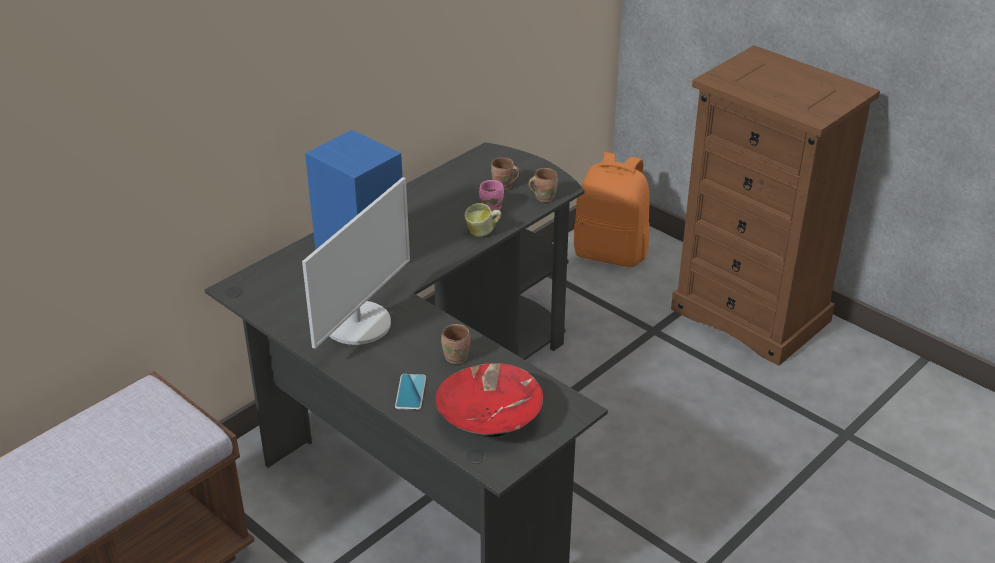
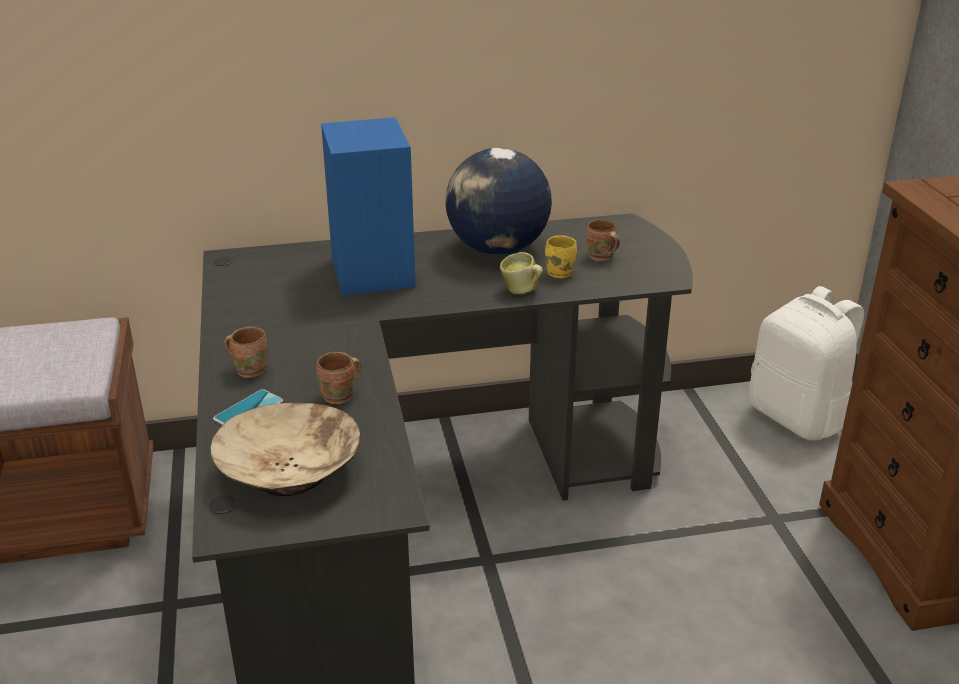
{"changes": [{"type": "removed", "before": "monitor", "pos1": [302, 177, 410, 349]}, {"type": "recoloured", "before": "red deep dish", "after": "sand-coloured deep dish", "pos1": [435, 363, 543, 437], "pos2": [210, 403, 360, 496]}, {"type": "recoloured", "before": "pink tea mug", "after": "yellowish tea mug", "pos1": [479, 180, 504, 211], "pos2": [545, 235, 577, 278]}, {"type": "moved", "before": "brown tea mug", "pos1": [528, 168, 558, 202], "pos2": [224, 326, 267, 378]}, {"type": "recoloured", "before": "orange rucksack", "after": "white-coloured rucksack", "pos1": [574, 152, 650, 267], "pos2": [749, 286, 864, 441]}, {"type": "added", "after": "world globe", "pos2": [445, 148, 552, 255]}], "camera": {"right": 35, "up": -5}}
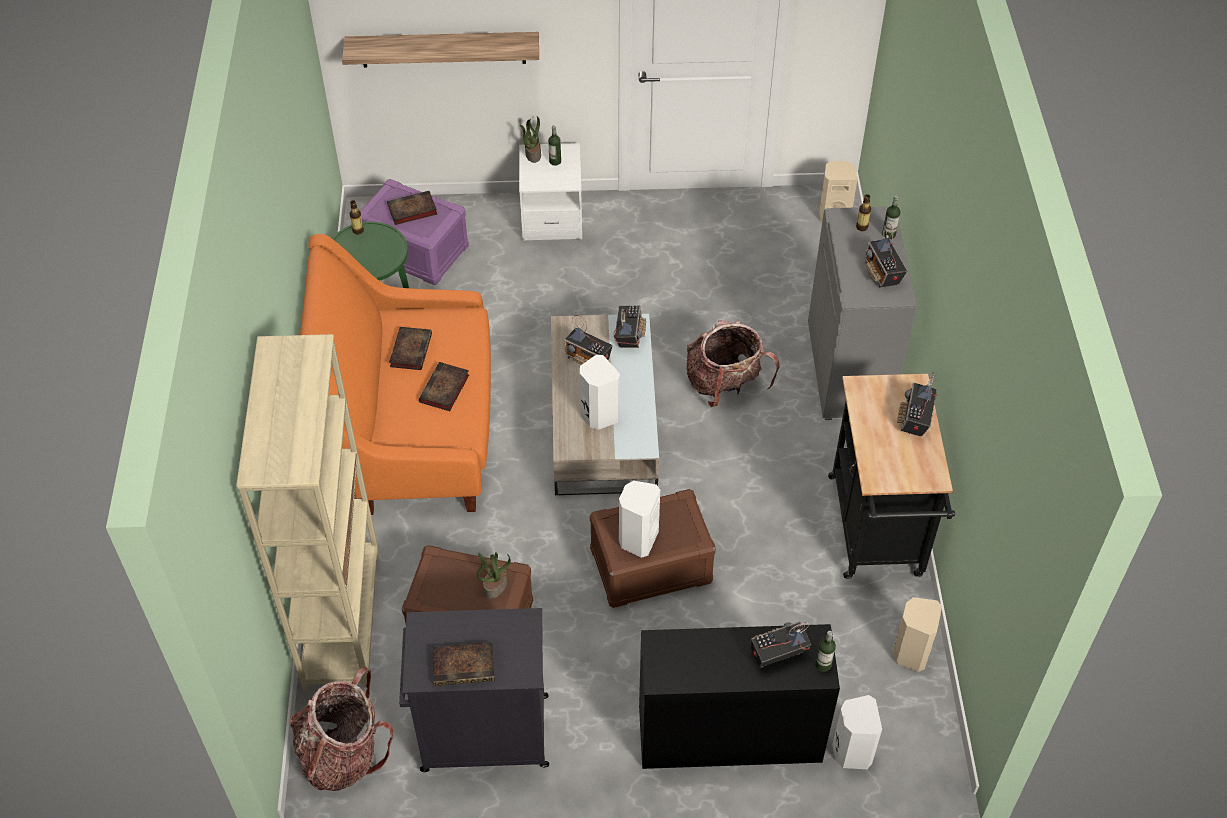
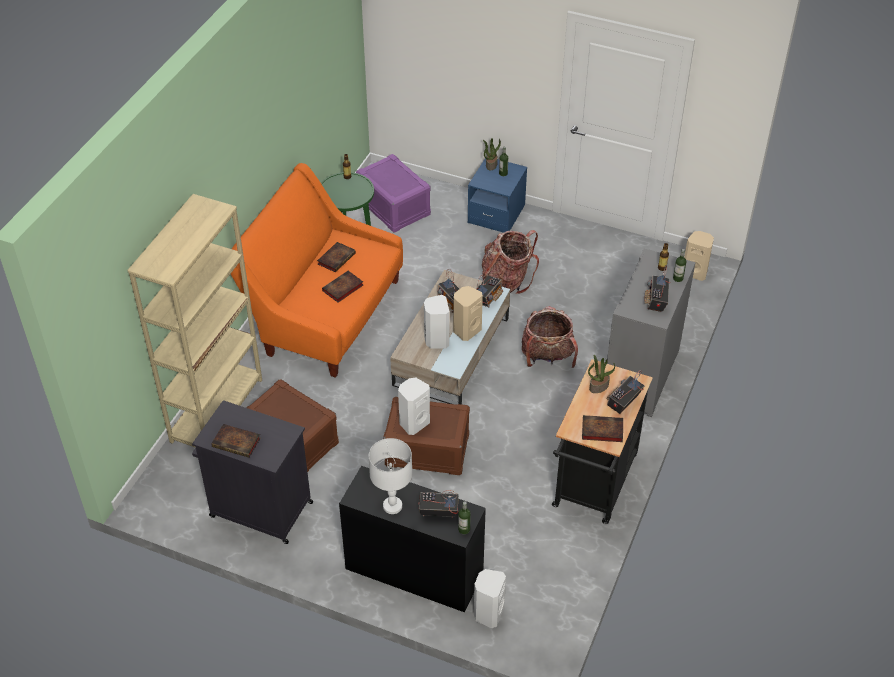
{"changes": [{"type": "moved", "before": "rucksack", "pos1": [290, 667, 393, 791], "pos2": [482, 230, 539, 294]}, {"type": "removed", "before": "wall shelf", "pos1": [342, 32, 539, 68]}, {"type": "moved", "before": "book", "pos1": [387, 191, 437, 225], "pos2": [582, 415, 623, 442]}, {"type": "moved", "before": "plant in a pot", "pos1": [477, 552, 511, 599], "pos2": [588, 355, 615, 393]}, {"type": "recoloured", "before": "white-coloured bedside table", "after": "blue-coloured bedside table", "pos1": [519, 143, 582, 241], "pos2": [468, 156, 527, 233]}, {"type": "moved", "before": "sand-coloured loudspeaker", "pos1": [892, 597, 942, 672], "pos2": [453, 286, 483, 341]}, {"type": "added", "after": "white-coloured table lamp", "pos2": [369, 438, 412, 514]}], "camera": {"right": 25, "up": -5}}
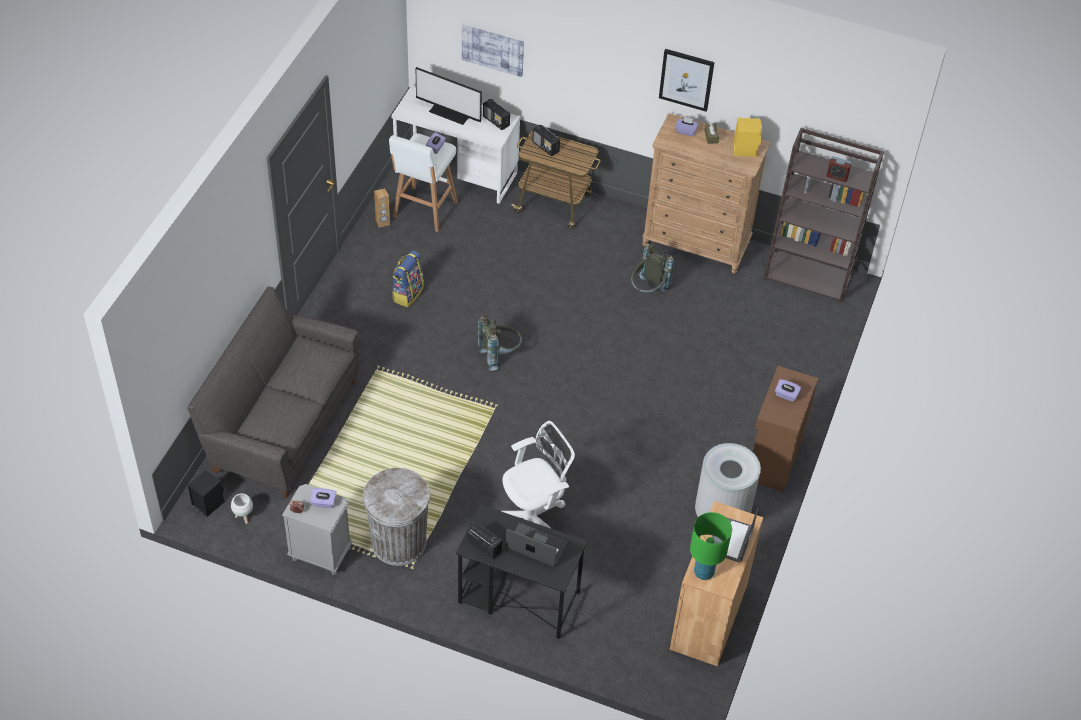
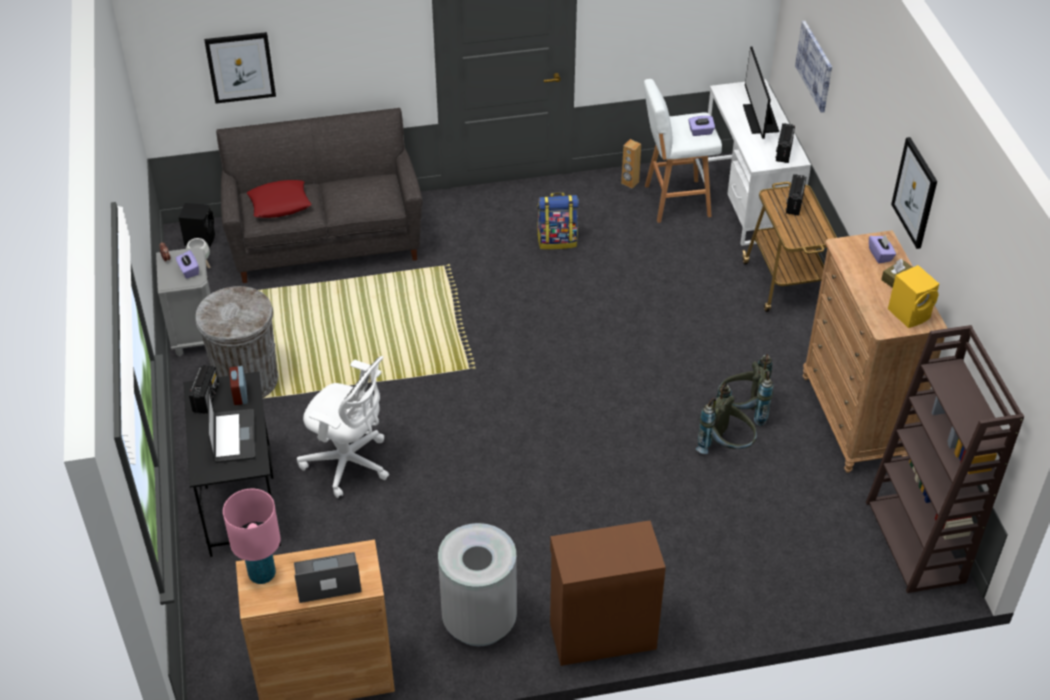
{"changes": [{"type": "moved", "before": "greyish rucksack", "pos1": [478, 315, 522, 371], "pos2": [696, 383, 757, 454]}, {"type": "recoloured", "before": "green table lamp", "after": "pink table lamp", "pos1": [690, 512, 732, 580], "pos2": [223, 489, 280, 584]}, {"type": "removed", "before": "purple box of tissues", "pos1": [775, 379, 801, 402]}, {"type": "moved", "before": "alarm clock", "pos1": [826, 156, 852, 182], "pos2": [229, 366, 248, 405]}, {"type": "added", "after": "wall picture", "pos2": [204, 32, 276, 104]}, {"type": "added", "after": "red throw pillow", "pos2": [247, 180, 312, 218]}], "camera": {"right": 60, "up": -5}}
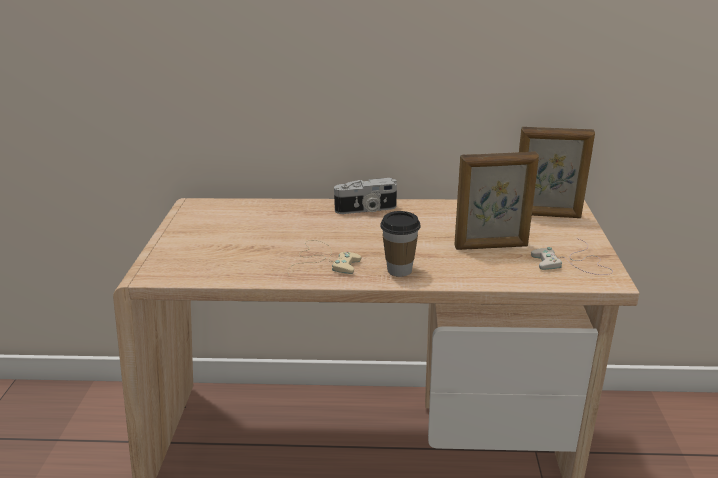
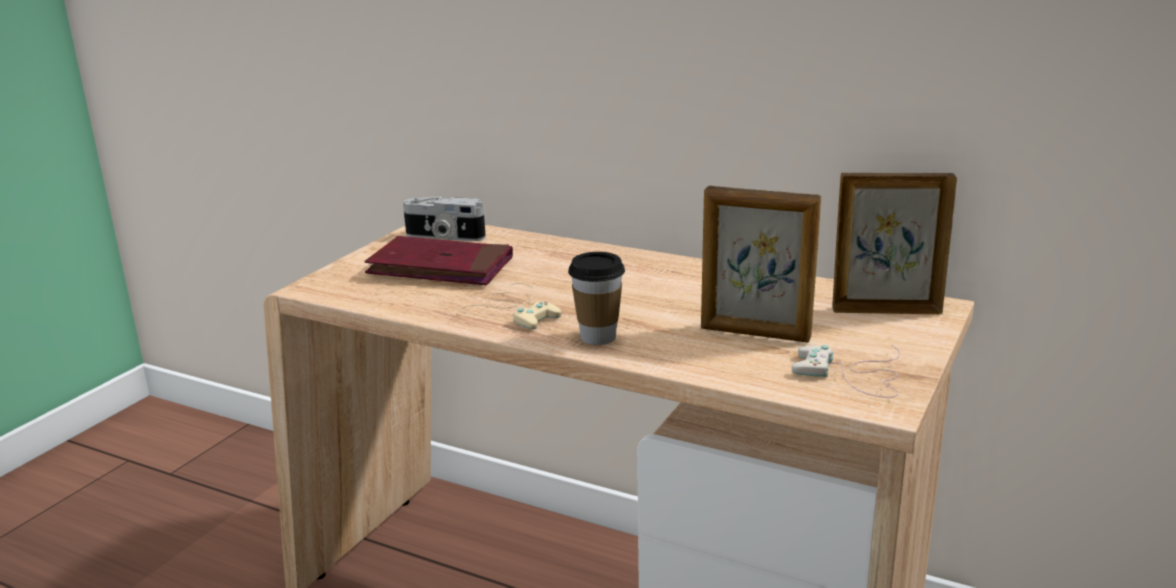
{"changes": [{"type": "moved", "before": "still camera", "pos1": [334, 178, 397, 214], "pos2": [403, 196, 486, 241]}, {"type": "turned", "before": "standing frame", "pos1": [519, 127, 595, 218], "pos2": [832, 173, 957, 314], "turn": 150}, {"type": "added", "after": "red book", "pos2": [364, 236, 513, 285]}], "camera": {"right": 25, "up": -5}}
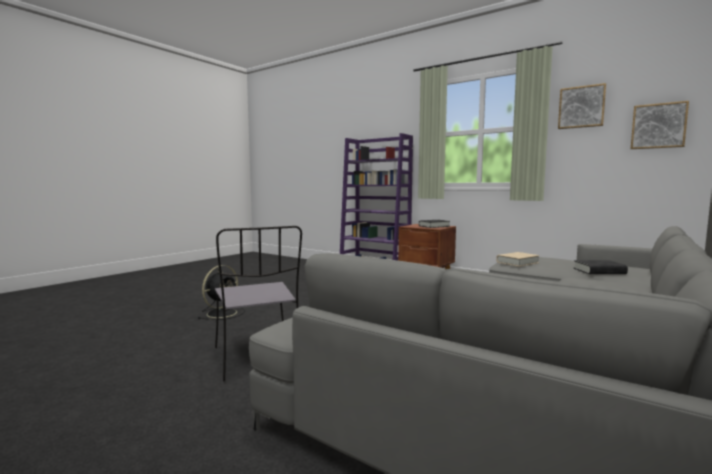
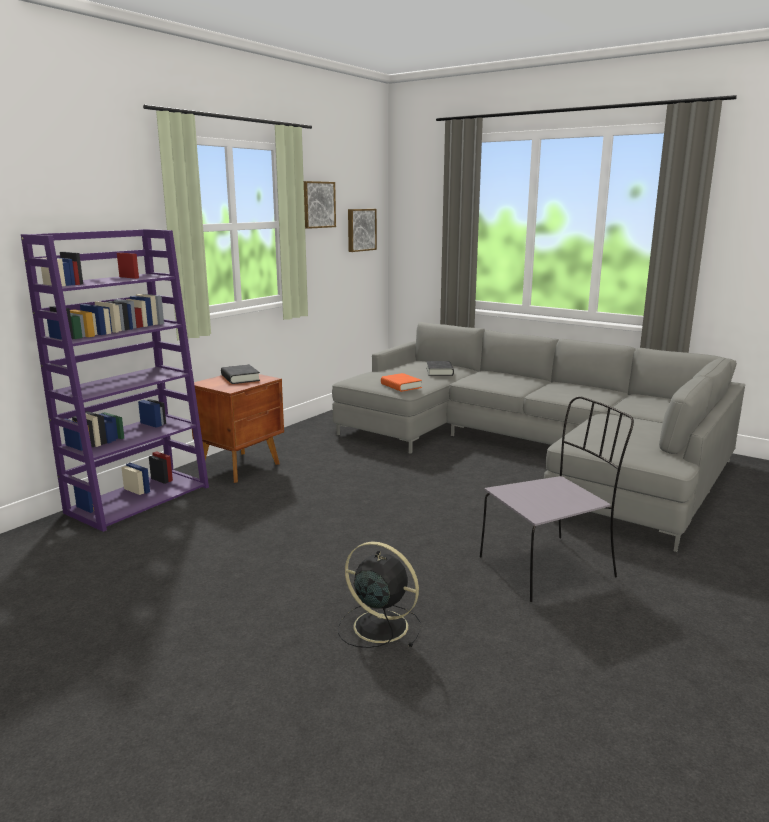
{"changes": [{"type": "recoloured", "before": "sand-coloured book", "after": "orange book", "pos1": [496, 252, 539, 267], "pos2": [381, 373, 422, 392]}], "camera": {"right": -90, "up": 10}}
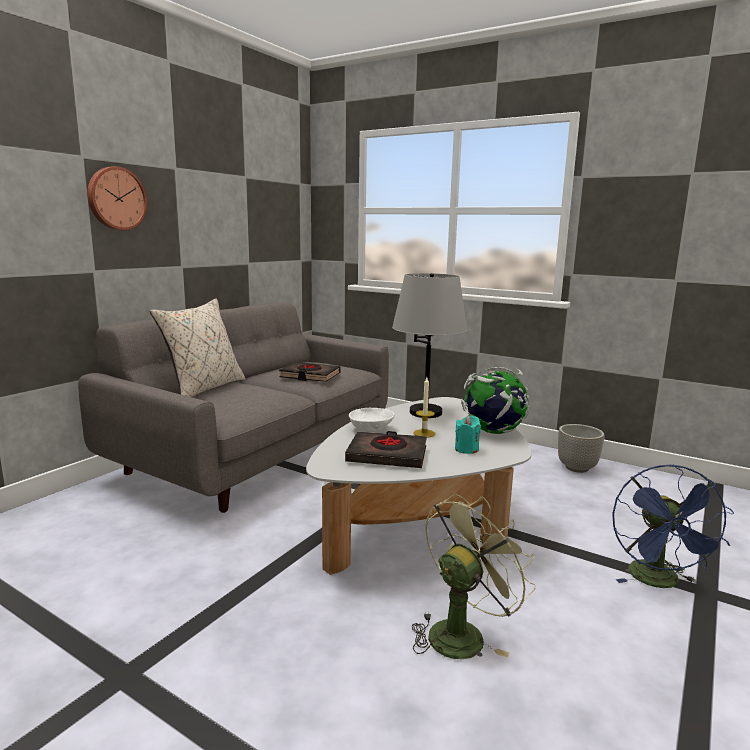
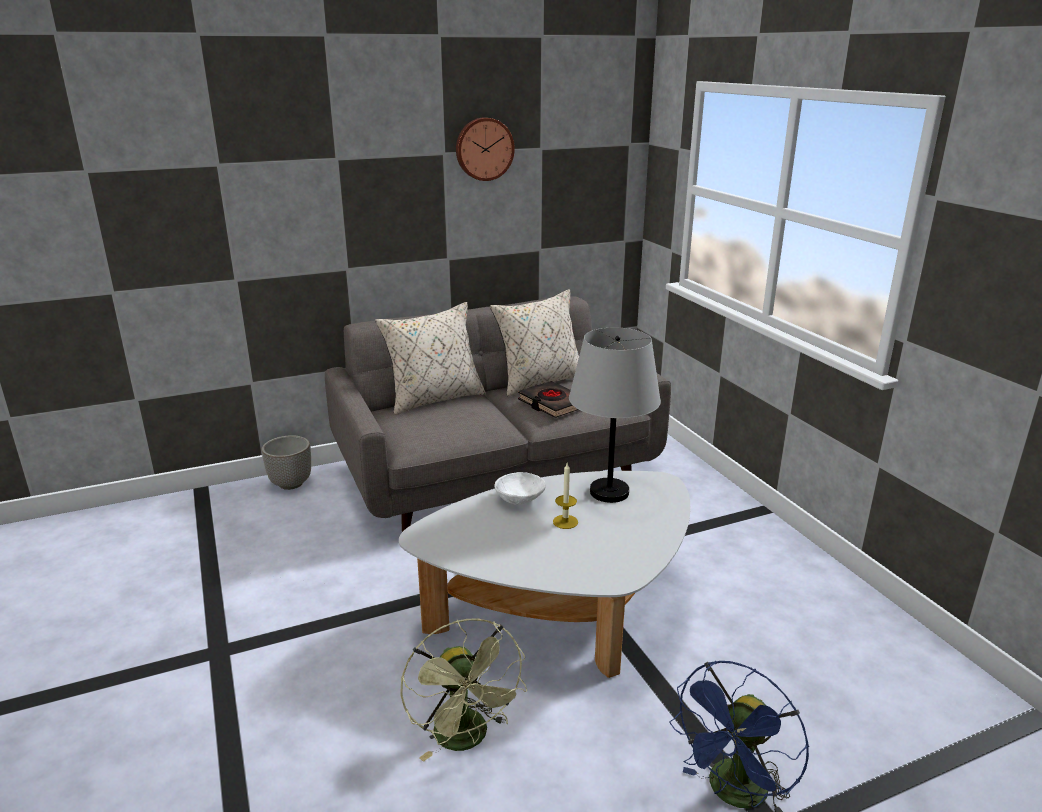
{"changes": [{"type": "moved", "before": "clock on the wall", "pos1": [87, 166, 148, 230], "pos2": [456, 117, 515, 181]}, {"type": "removed", "before": "blackish book", "pos1": [345, 431, 427, 468]}, {"type": "turned", "before": "green electric fan", "pos1": [412, 494, 536, 659], "pos2": [400, 619, 527, 762], "turn": 75}, {"type": "removed", "before": "turquoise wax light", "pos1": [455, 416, 481, 454]}, {"type": "removed", "before": "world globe", "pos1": [461, 367, 529, 434]}, {"type": "moved", "before": "plant pot", "pos1": [558, 424, 604, 473], "pos2": [262, 435, 311, 490]}, {"type": "added", "after": "sand-coloured throw pillow", "pos2": [490, 289, 579, 396]}], "camera": {"right": 35, "up": 10}}
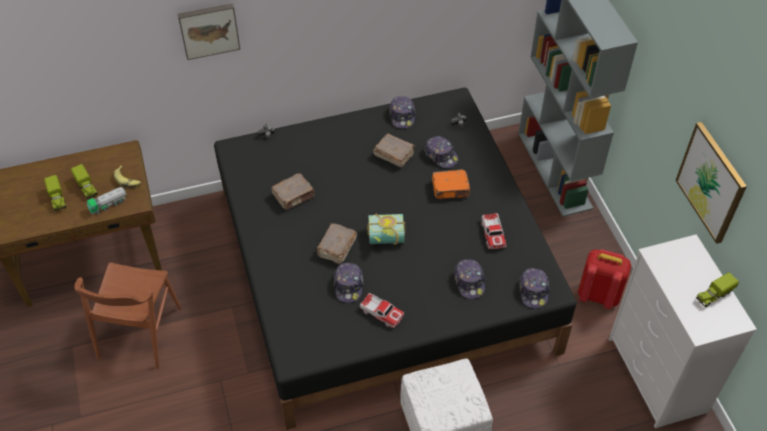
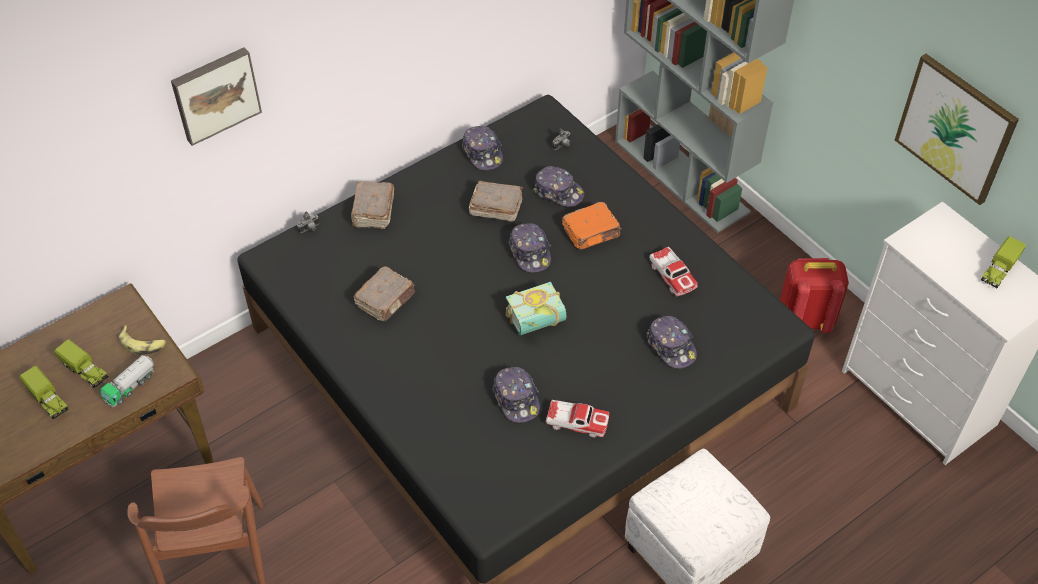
{"changes": [{"type": "moved", "before": "brown book", "pos1": [317, 223, 357, 264], "pos2": [351, 181, 394, 229]}, {"type": "moved", "before": "baseball cap", "pos1": [519, 268, 550, 308], "pos2": [509, 223, 551, 273]}], "camera": {"right": -20, "up": 0}}
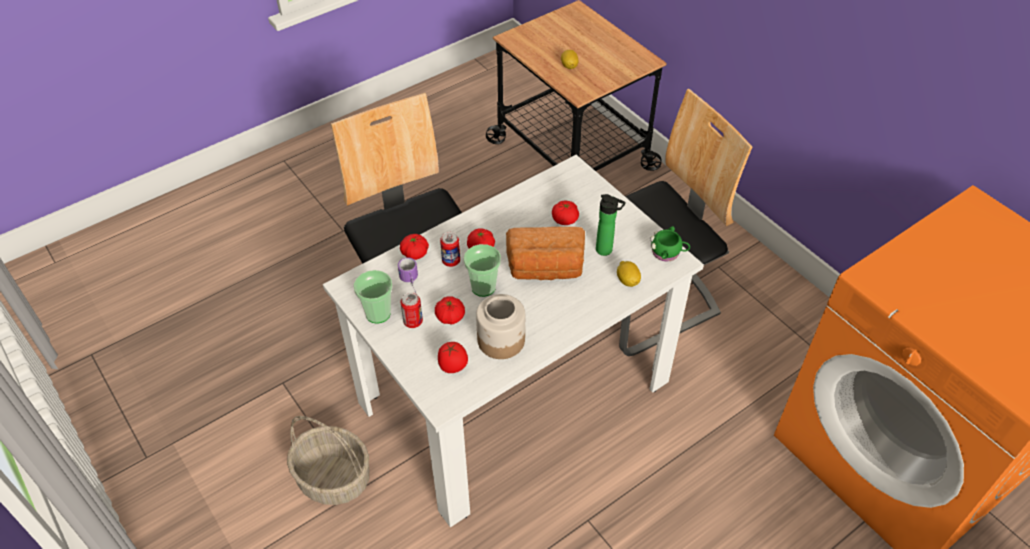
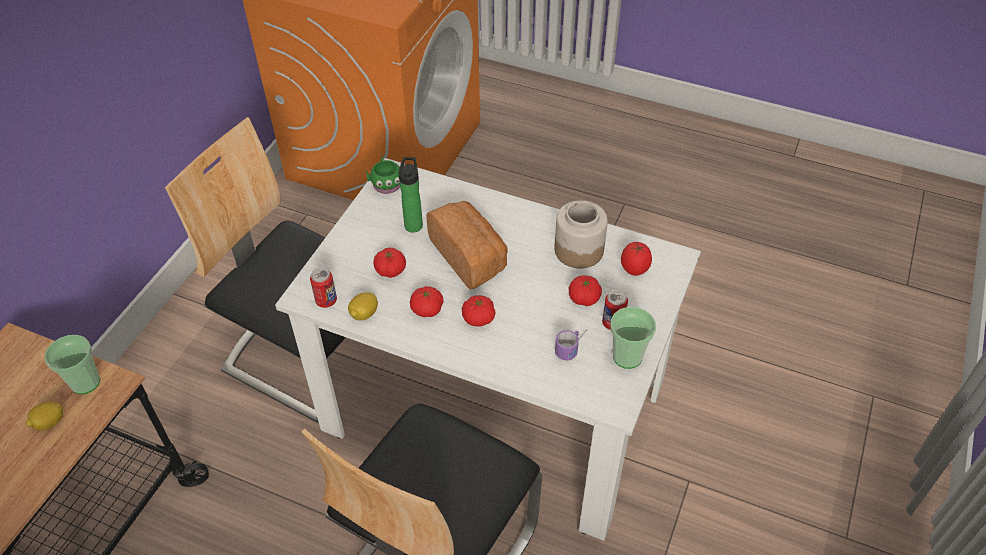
{"changes": [{"type": "removed", "before": "household basket", "pos1": [287, 416, 369, 505]}, {"type": "moved", "before": "whole tomato", "pos1": [400, 234, 429, 260], "pos2": [410, 286, 444, 317]}, {"type": "moved", "before": "metal can", "pos1": [440, 232, 460, 267], "pos2": [310, 268, 337, 308]}, {"type": "moved", "before": "cup", "pos1": [464, 244, 501, 297], "pos2": [44, 335, 100, 394]}, {"type": "moved", "before": "lemon", "pos1": [617, 261, 641, 287], "pos2": [348, 292, 378, 320]}], "camera": {"right": -120, "up": 0}}
